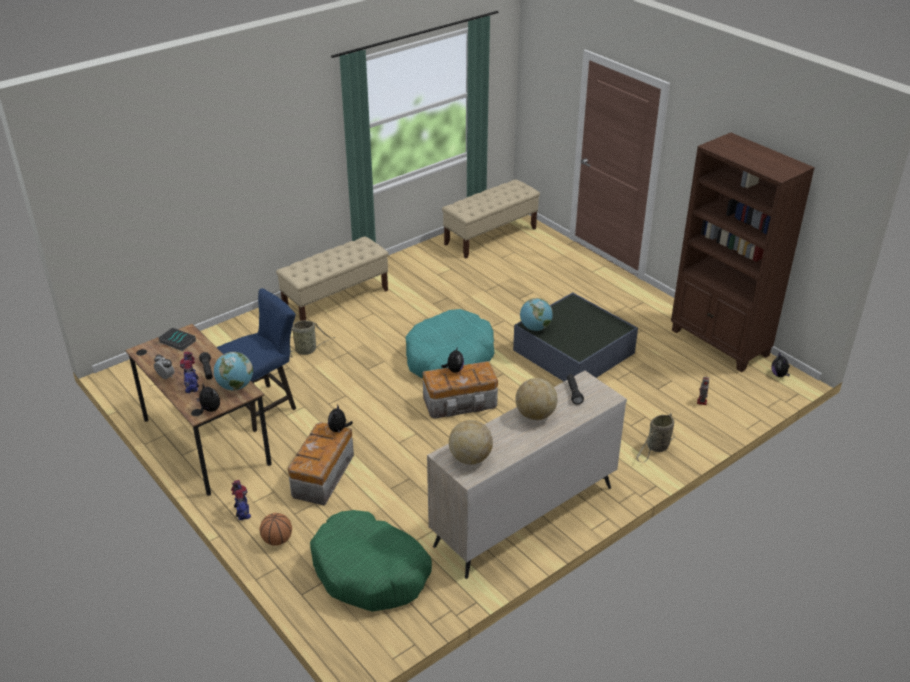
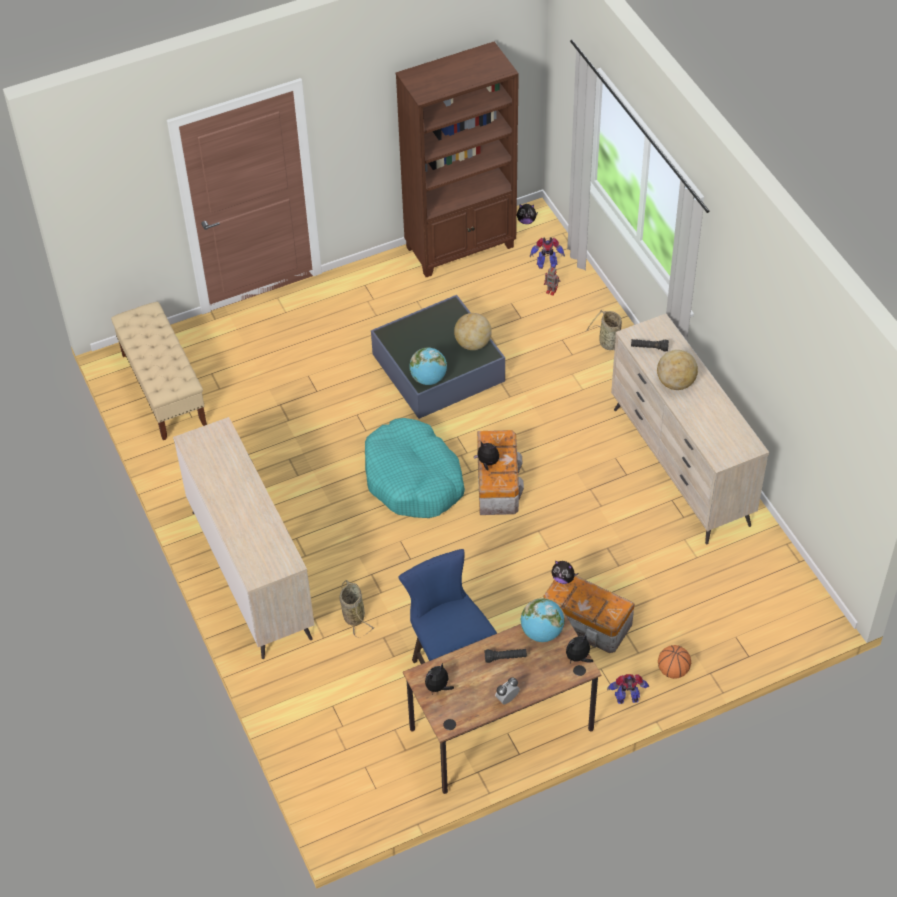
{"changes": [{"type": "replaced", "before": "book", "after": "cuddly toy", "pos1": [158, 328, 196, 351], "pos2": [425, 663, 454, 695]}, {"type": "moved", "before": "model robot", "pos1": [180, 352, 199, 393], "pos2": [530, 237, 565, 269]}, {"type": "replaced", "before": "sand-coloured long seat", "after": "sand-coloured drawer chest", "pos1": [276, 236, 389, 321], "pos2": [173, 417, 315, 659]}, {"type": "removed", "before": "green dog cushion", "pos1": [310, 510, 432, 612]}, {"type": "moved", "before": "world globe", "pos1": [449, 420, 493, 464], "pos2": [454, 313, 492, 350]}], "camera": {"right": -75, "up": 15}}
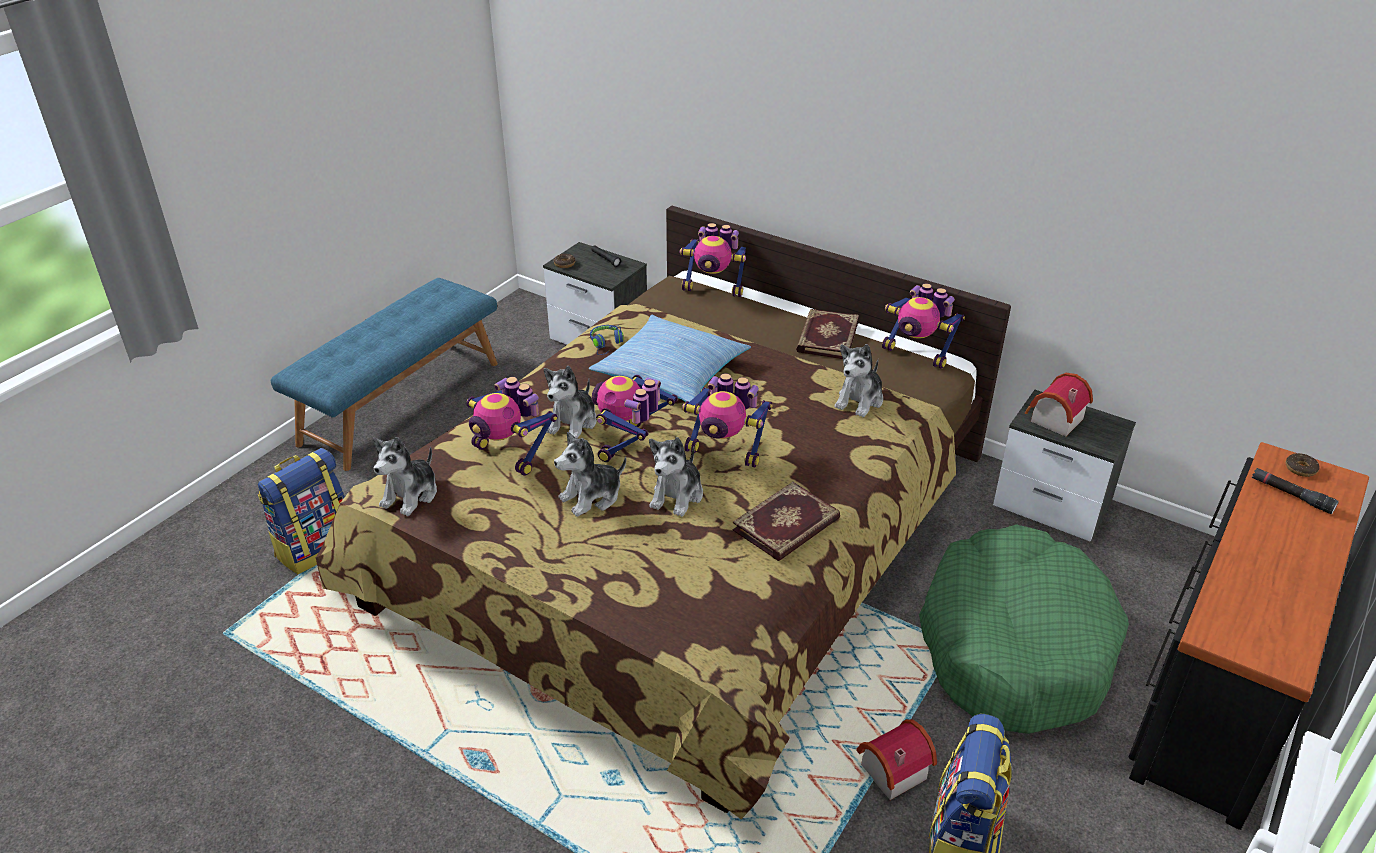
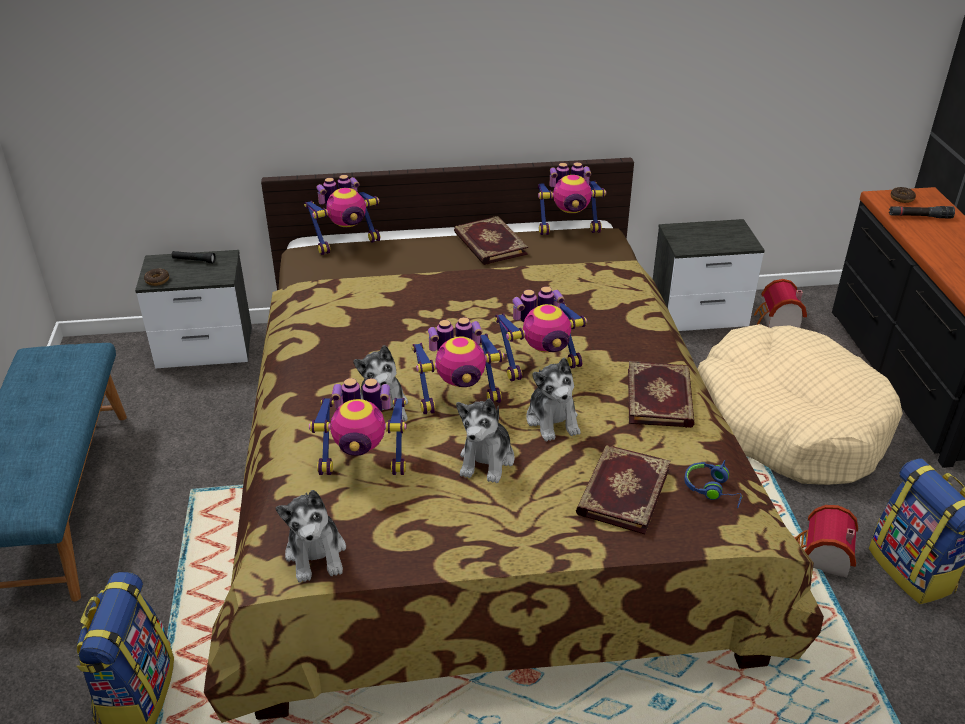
{"changes": [{"type": "removed", "before": "throw pillow", "pos1": [589, 315, 751, 402]}, {"type": "moved", "before": "blue-coloured headphones", "pos1": [590, 325, 624, 355], "pos2": [684, 460, 743, 509]}, {"type": "turned", "before": "model robot", "pos1": [591, 375, 678, 462], "pos2": [412, 317, 504, 414], "turn": -90}, {"type": "removed", "before": "cuddly toy", "pos1": [834, 344, 883, 417]}, {"type": "recoloured", "before": "green dog cushion", "after": "sand-coloured dog cushion", "pos1": [919, 524, 1129, 734], "pos2": [697, 324, 903, 485]}, {"type": "moved", "before": "miniature house", "pos1": [1025, 373, 1093, 437], "pos2": [754, 279, 807, 328]}, {"type": "added", "after": "book", "pos2": [576, 445, 670, 535]}], "camera": {"right": -40, "up": 0}}
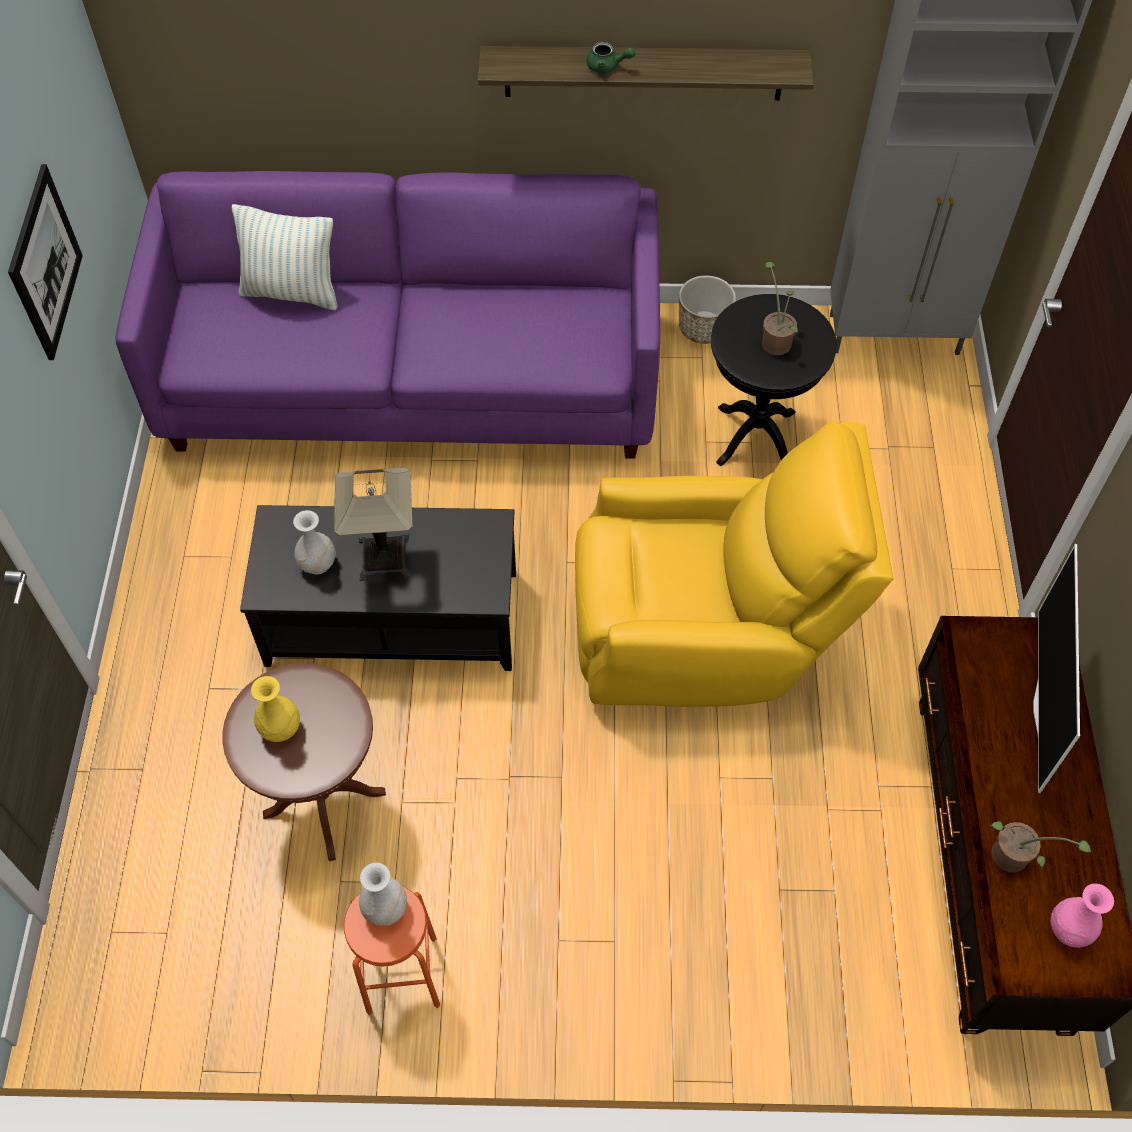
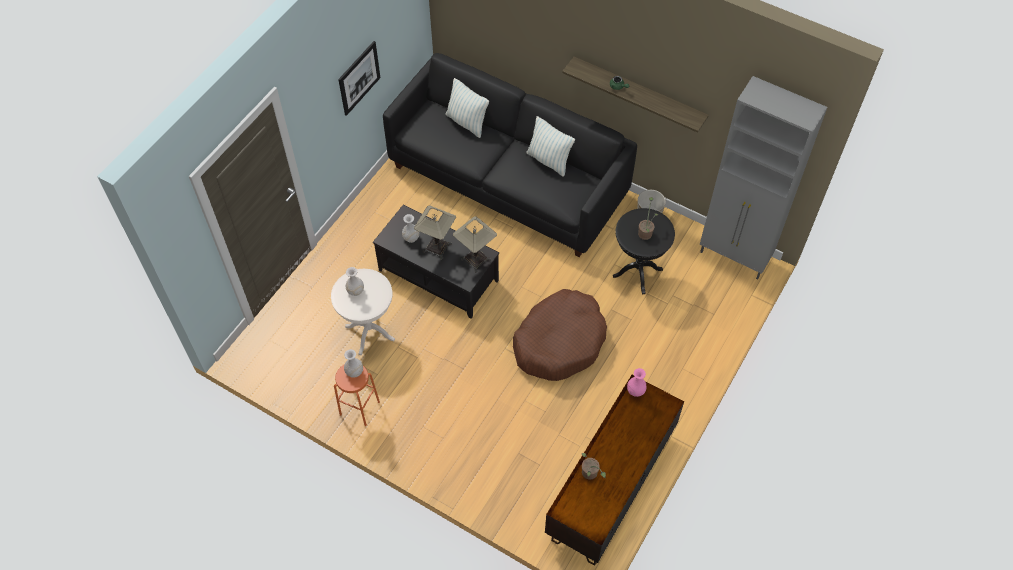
{"changes": [{"type": "recoloured", "before": "purple couch", "after": "blackish couch", "pos1": [115, 171, 660, 459], "pos2": [383, 53, 637, 257]}, {"type": "recoloured", "before": "brown side table", "after": "white-coloured side table", "pos1": [222, 663, 386, 861], "pos2": [331, 269, 395, 355]}, {"type": "recoloured", "before": "yellowish vase", "after": "white-coloured vase", "pos1": [251, 676, 300, 742], "pos2": [346, 267, 364, 296]}, {"type": "replaced", "before": "yellowish easy chair", "after": "brown dog cushion", "pos1": [575, 422, 893, 707], "pos2": [513, 289, 607, 381]}, {"type": "removed", "before": "TV", "pos1": [1033, 544, 1080, 793]}, {"type": "moved", "before": "pink vase", "pos1": [1050, 884, 1114, 948], "pos2": [627, 368, 647, 397]}, {"type": "added", "after": "table lamp", "pos2": [453, 216, 497, 272]}, {"type": "added", "after": "throw pillow", "pos2": [526, 116, 575, 176]}], "camera": {"right": 30, "up": 0}}
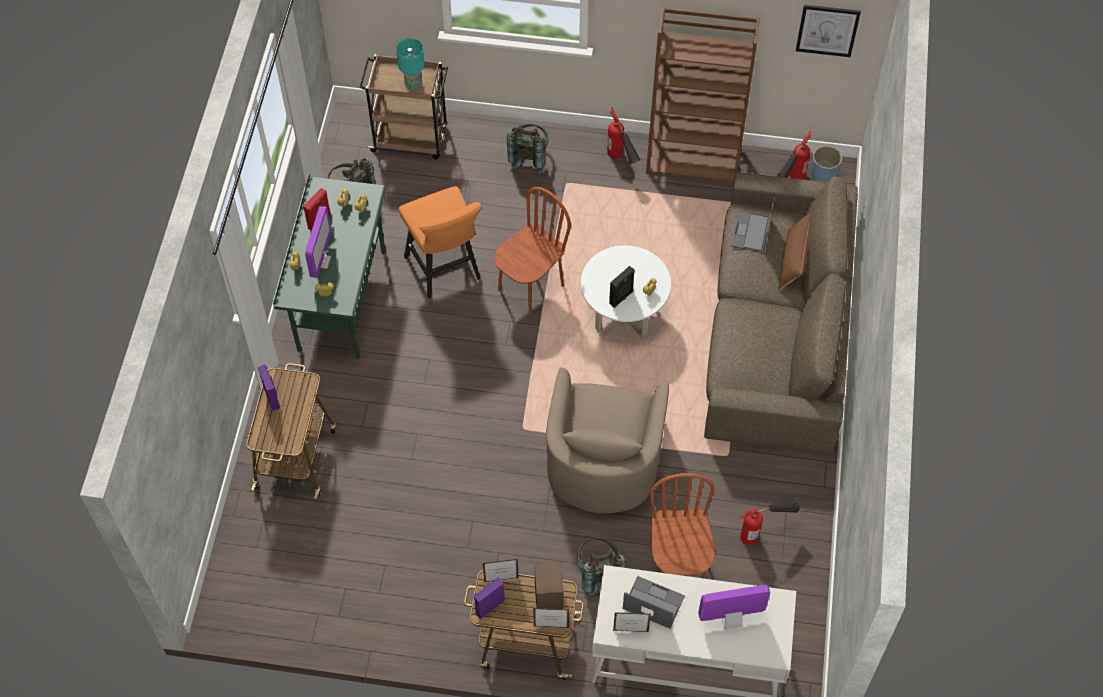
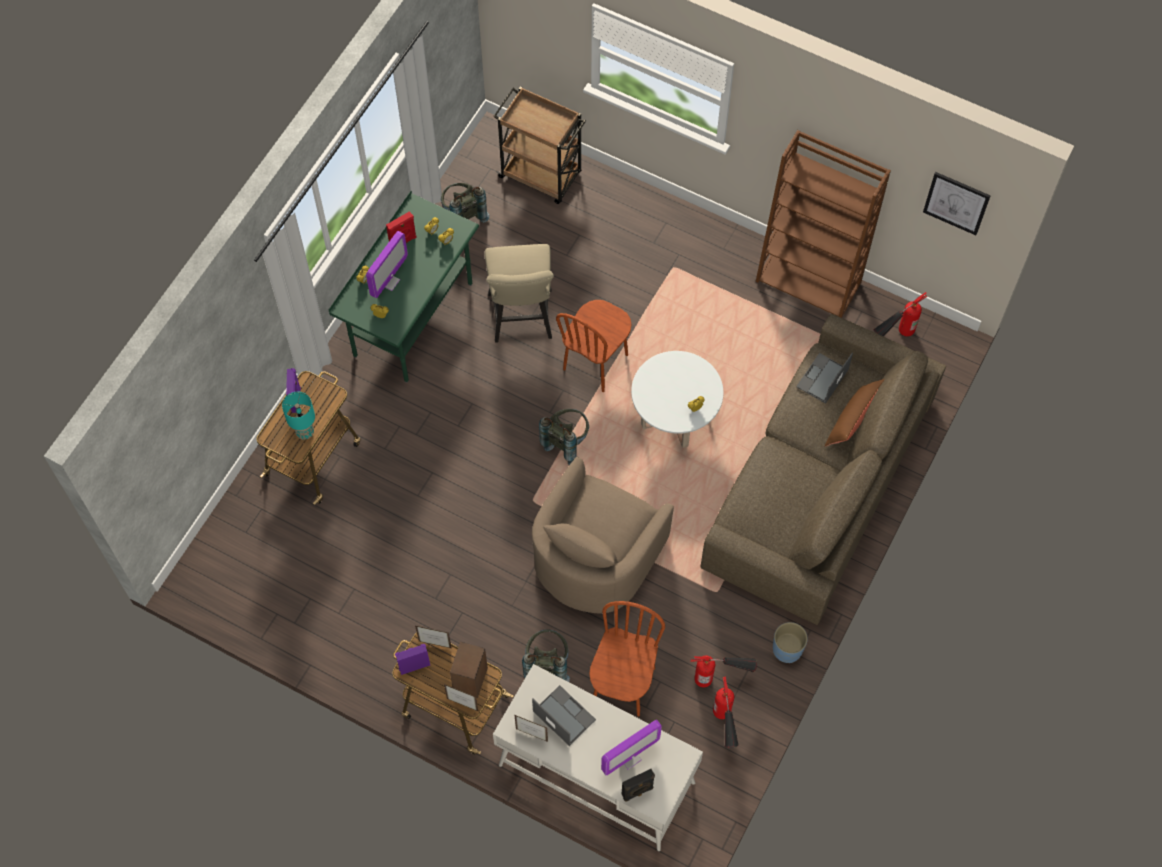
{"changes": [{"type": "moved", "before": "turquoise table lamp", "pos1": [396, 38, 425, 91], "pos2": [282, 392, 315, 440]}, {"type": "recoloured", "before": "orange stool seat", "after": "sand-coloured stool seat", "pos1": [398, 186, 482, 298], "pos2": [485, 244, 554, 343]}, {"type": "turned", "before": "brown plain chair", "pos1": [494, 187, 571, 315], "pos2": [556, 300, 631, 392], "turn": 150}, {"type": "moved", "before": "greyish rucksack", "pos1": [507, 124, 549, 173], "pos2": [539, 409, 589, 465]}, {"type": "moved", "before": "extinguisher", "pos1": [607, 107, 641, 164], "pos2": [713, 677, 739, 748]}, {"type": "moved", "before": "blackish loudspeaker", "pos1": [609, 266, 635, 308], "pos2": [622, 769, 655, 801]}, {"type": "turned", "before": "monitor", "pos1": [698, 585, 770, 629], "pos2": [601, 720, 662, 775], "turn": 135}, {"type": "moved", "before": "blue-coloured plant pot", "pos1": [811, 146, 842, 182], "pos2": [773, 622, 808, 663]}], "camera": {"right": 20, "up": 5}}
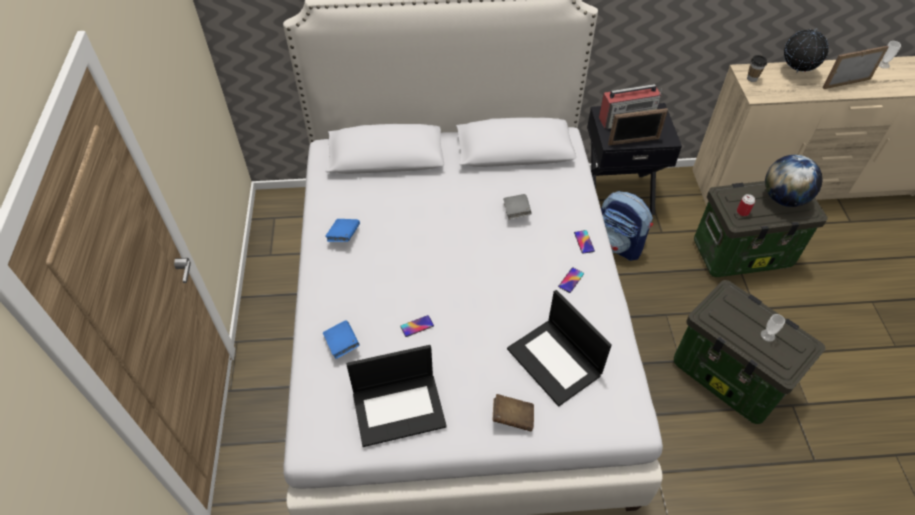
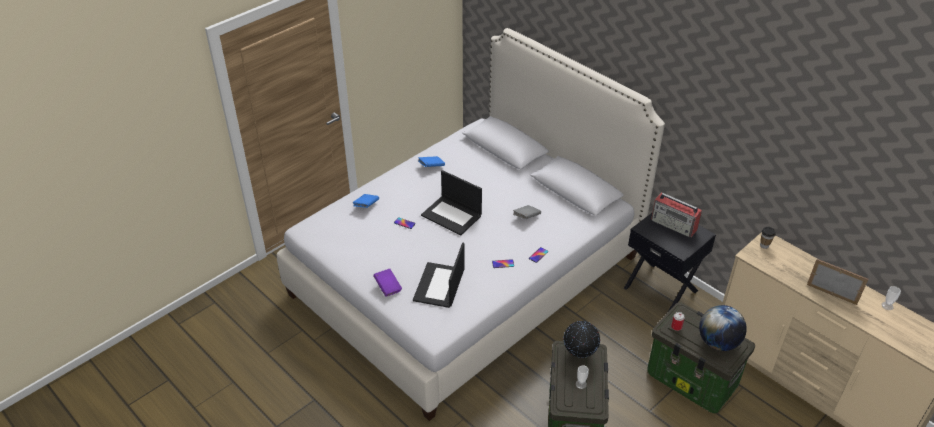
{"changes": [{"type": "moved", "before": "laptop", "pos1": [346, 345, 447, 447], "pos2": [421, 170, 482, 235]}, {"type": "recoloured", "before": "brown book", "after": "purple book", "pos1": [493, 394, 534, 431], "pos2": [373, 269, 402, 297]}, {"type": "removed", "before": "rucksack", "pos1": [601, 191, 653, 261]}, {"type": "removed", "before": "standing frame", "pos1": [608, 108, 668, 145]}, {"type": "moved", "before": "world globe", "pos1": [784, 29, 829, 72], "pos2": [563, 321, 600, 358]}], "camera": {"right": 50, "up": -10}}
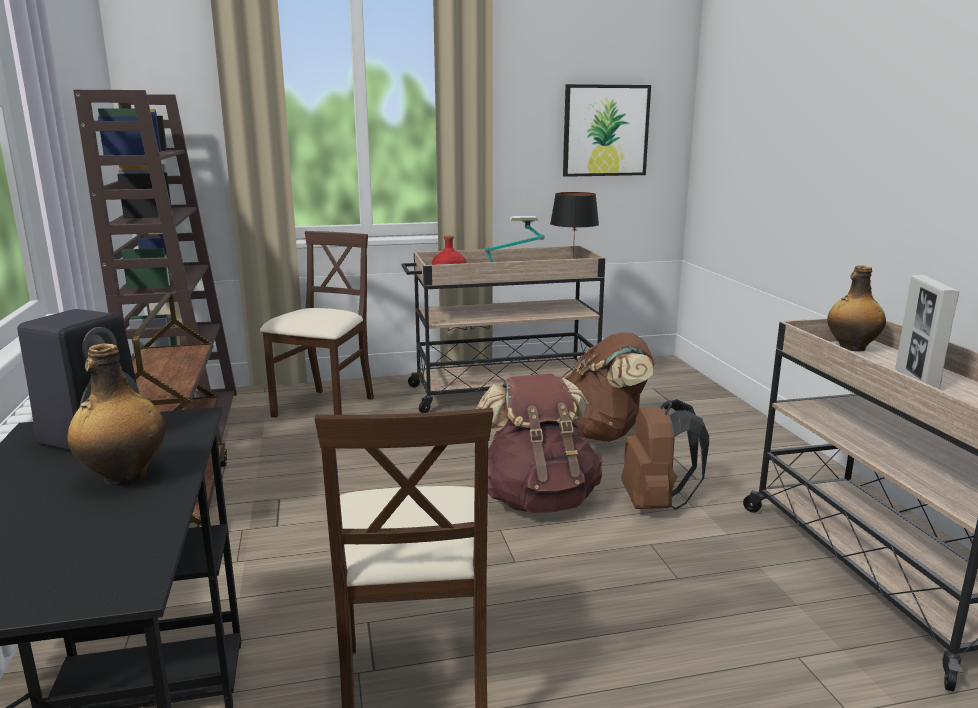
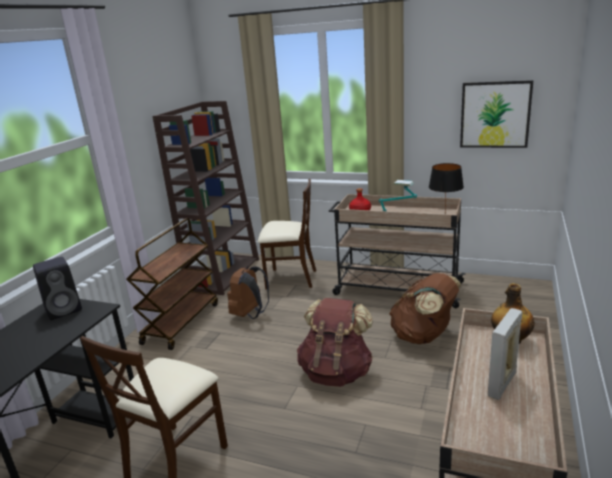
{"changes": [{"type": "removed", "before": "drink bottle", "pos1": [67, 343, 166, 485]}, {"type": "turned", "before": "sand-coloured plain chair", "pos1": [260, 231, 374, 418], "pos2": [258, 179, 316, 290], "turn": 45}, {"type": "moved", "before": "brown rucksack", "pos1": [621, 399, 709, 510], "pos2": [227, 266, 269, 319]}], "camera": {"right": 35, "up": 5}}
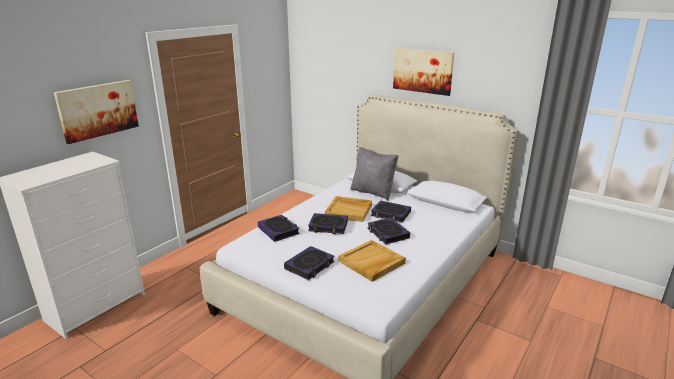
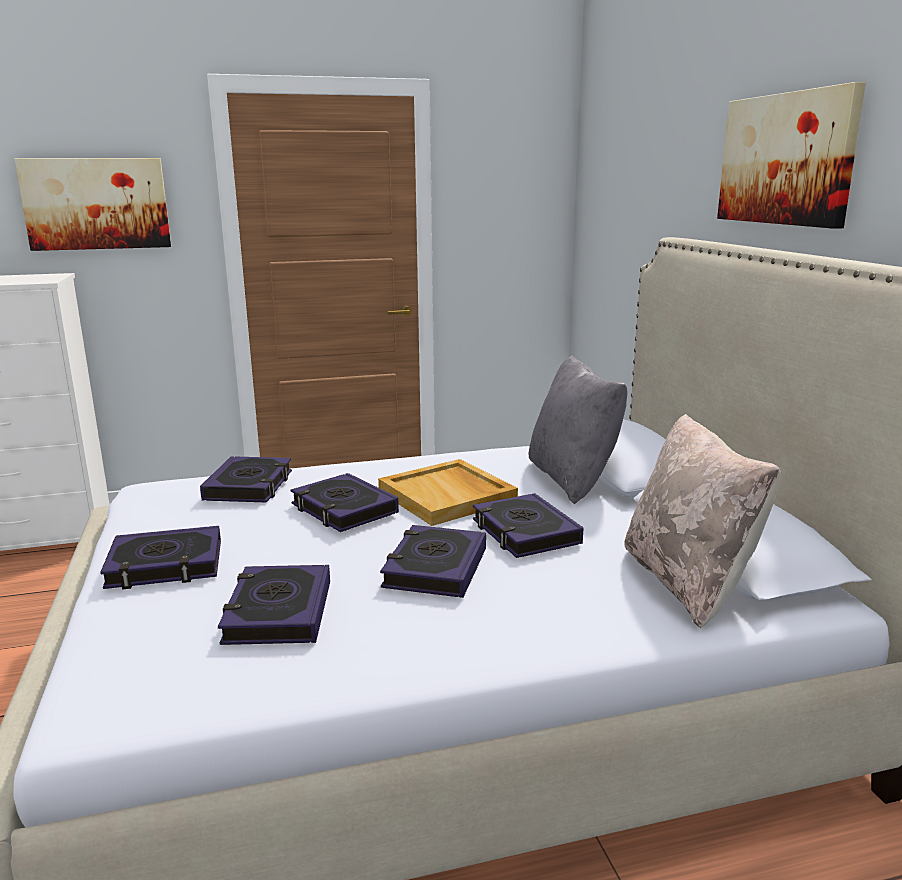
{"changes": [{"type": "replaced", "before": "sand-coloured tray", "after": "book", "pos1": [339, 240, 406, 282], "pos2": [218, 565, 330, 645]}, {"type": "added", "after": "sand-coloured throw pillow", "pos2": [625, 414, 781, 629]}], "camera": {"right": 40, "up": -5}}
